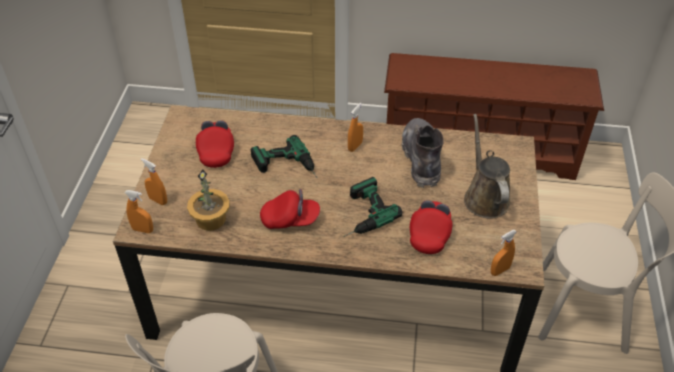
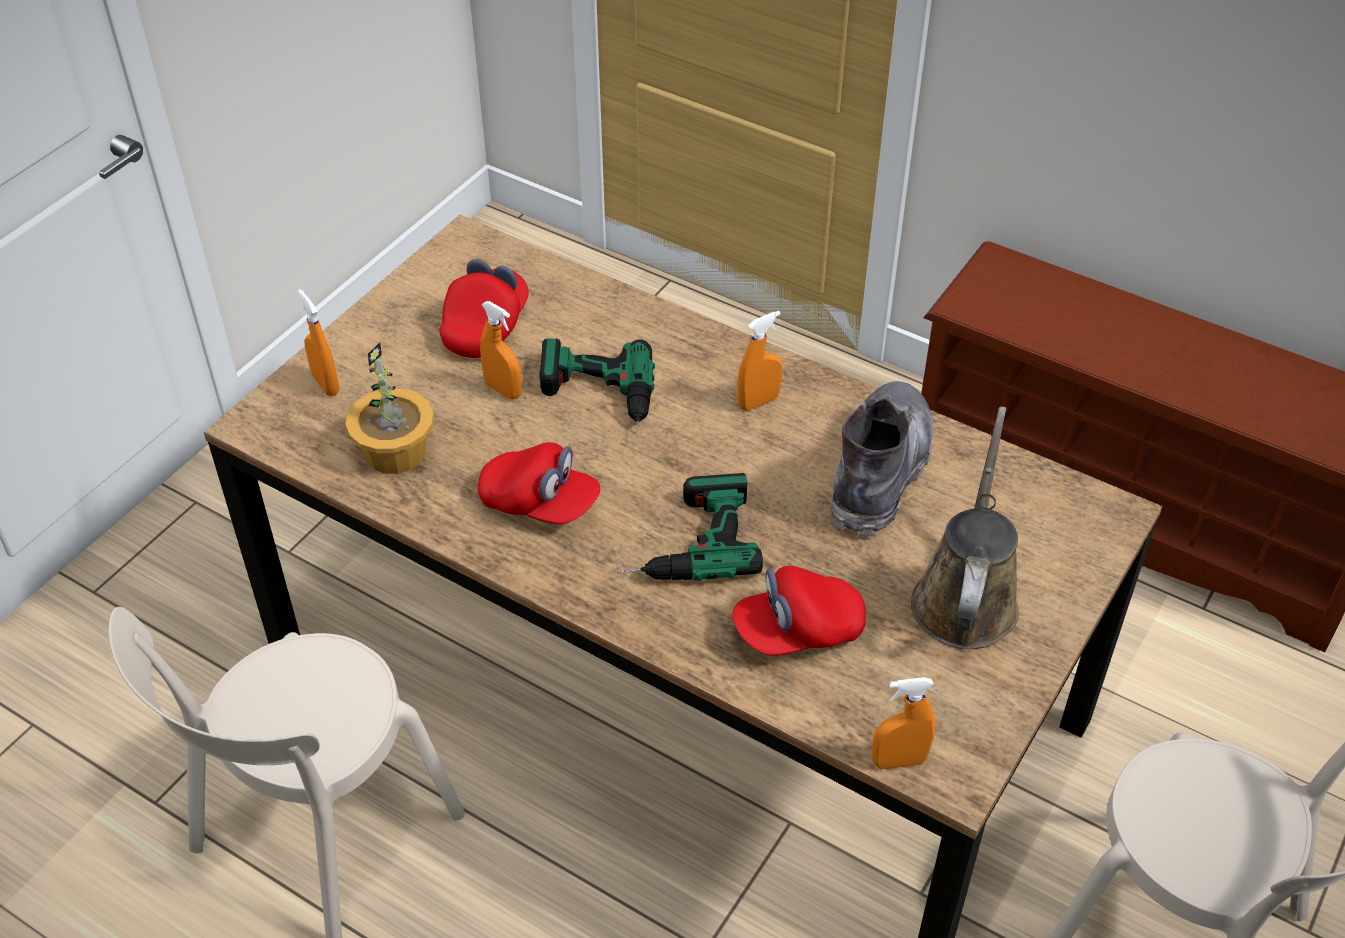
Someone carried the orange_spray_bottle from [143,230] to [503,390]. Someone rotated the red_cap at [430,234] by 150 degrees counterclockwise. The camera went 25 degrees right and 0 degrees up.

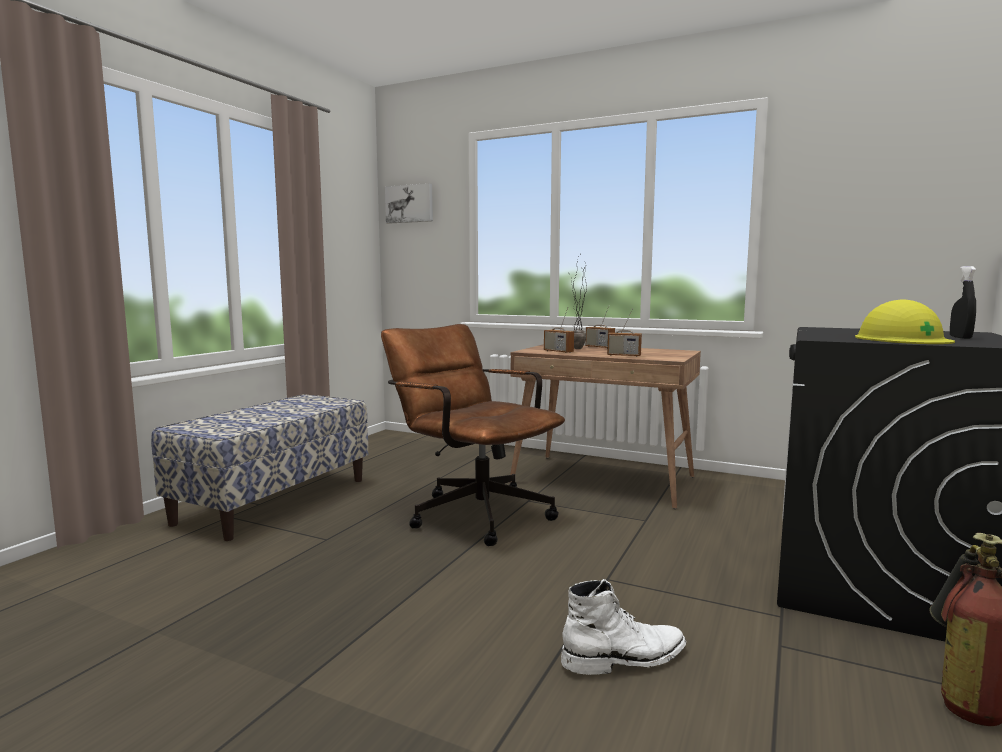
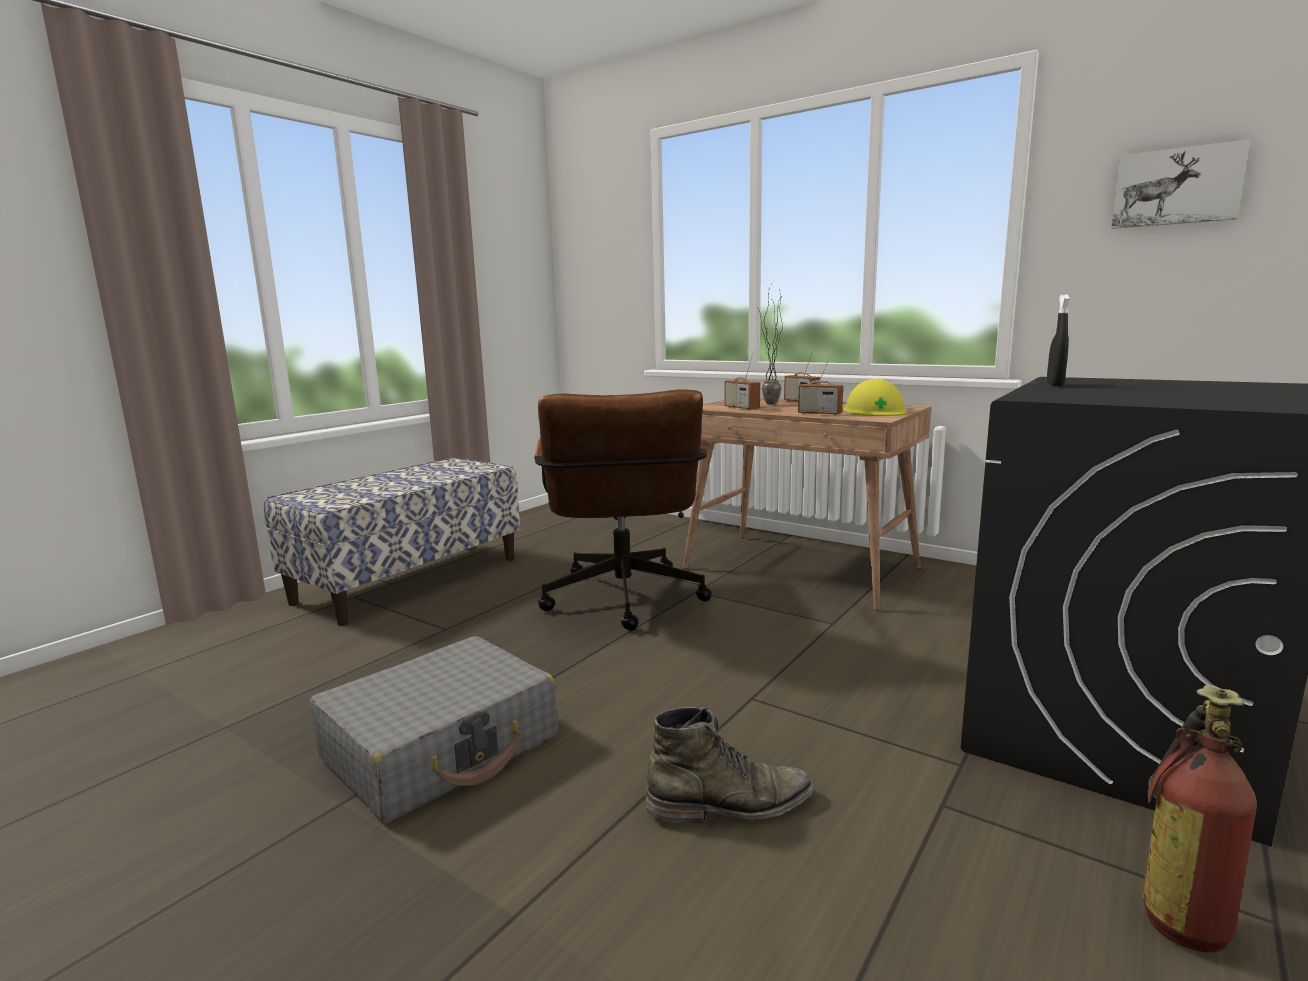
Someone carried the picture from [410,204] to [1177,187]. Someone carried the black_spray_bottle from [960,337] to [1055,385]. Someone carried the yellow_hard_hat from [902,339] to [875,410]. Someone rotated the brown_office_chair at [472,512] by 150 degrees counterclockwise. Someone repainted the white_boot at [625,658], which became the green_boot at [731,805]. Someone put down the grey_suitcase at [442,747]. The camera went 10 degrees right and 5 degrees up.

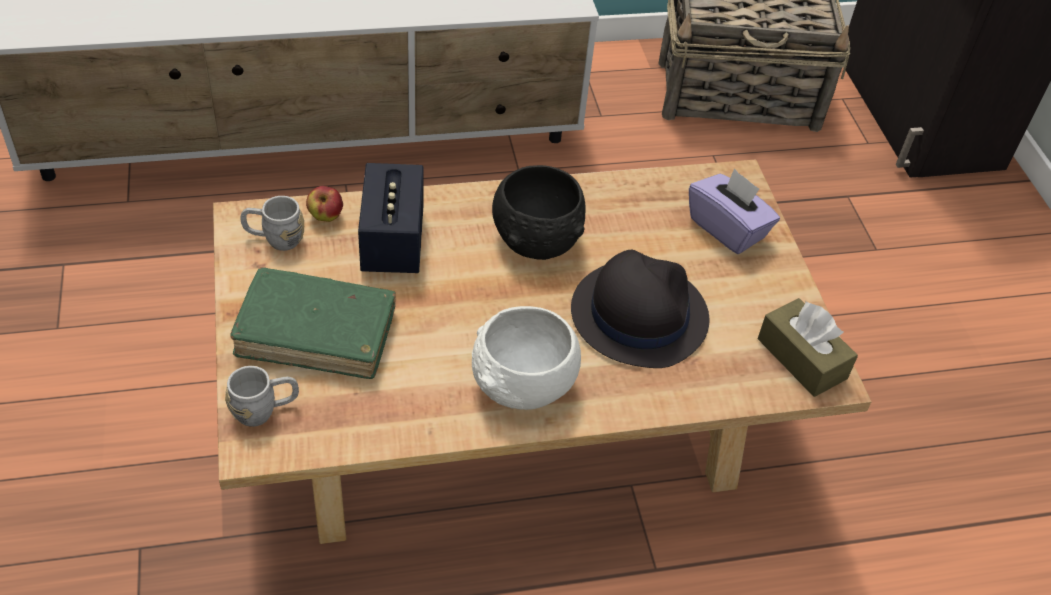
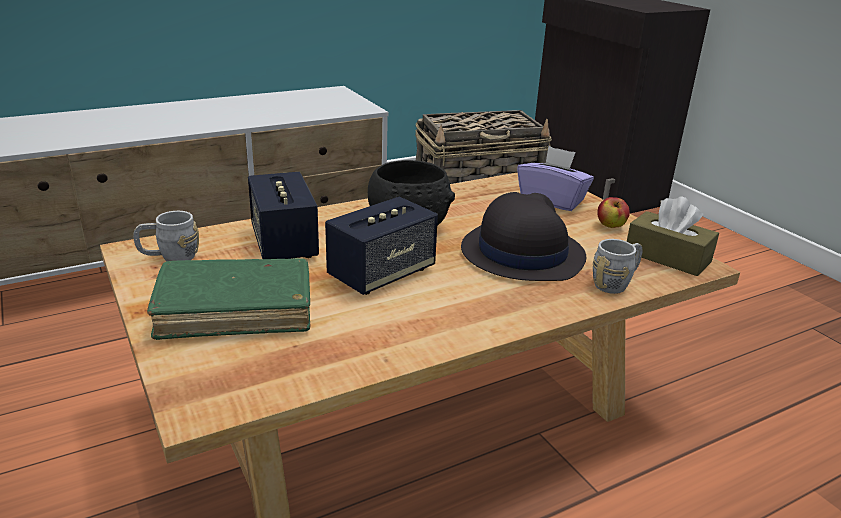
Someone carried the apple from [325,216] to [610,226]. Someone took away the white_bowl at [522,385]. Someone carried the grey_mug from [265,410] to [616,283]. Someone put down the speaker at [381,274]. The camera went 15 degrees left and 20 degrees down.

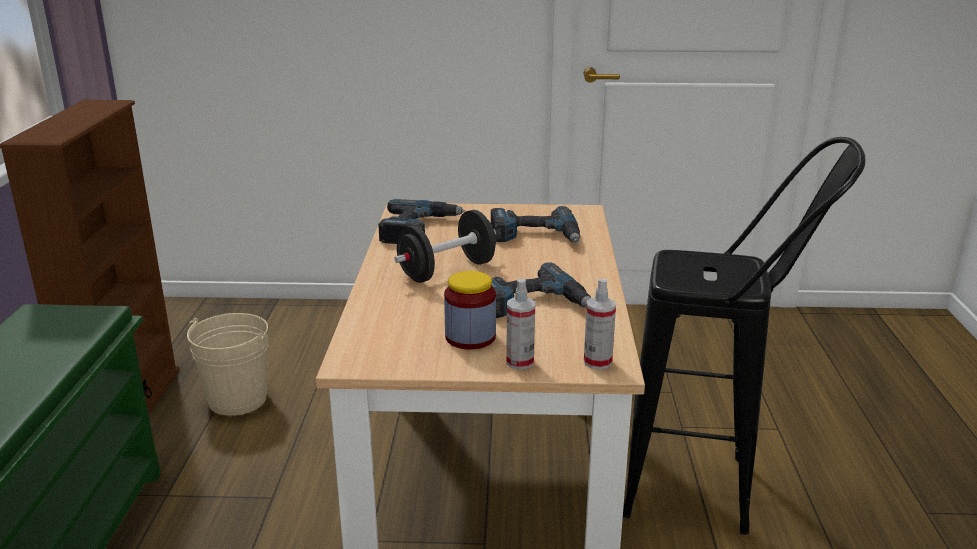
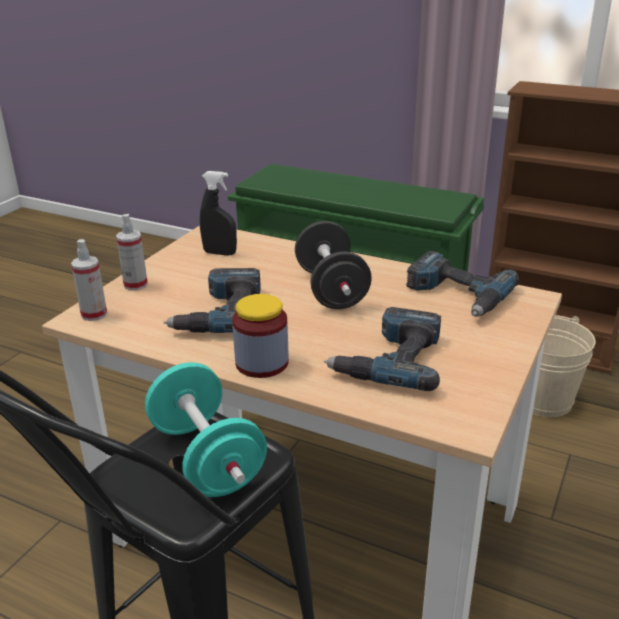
Someone carried the jar from [470,337] to [262,363]. Someone put down the black_spray_bottle at [220,253]. Someone put down the turquoise_dumbbell at [207,458]. The camera went 115 degrees right and 5 degrees up.

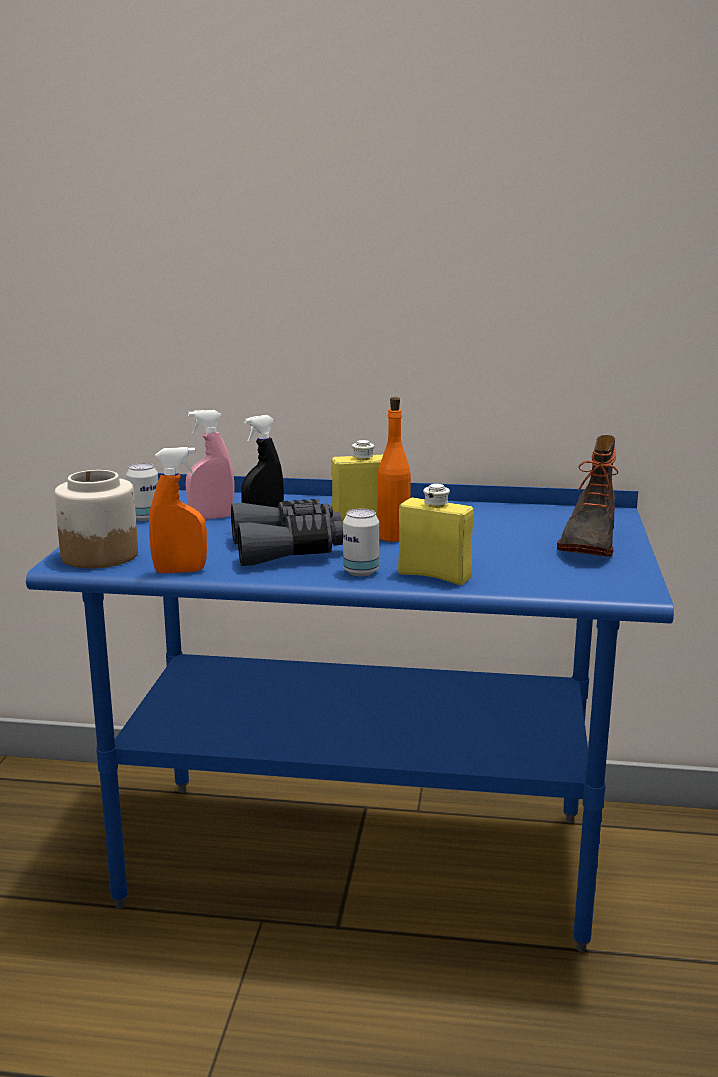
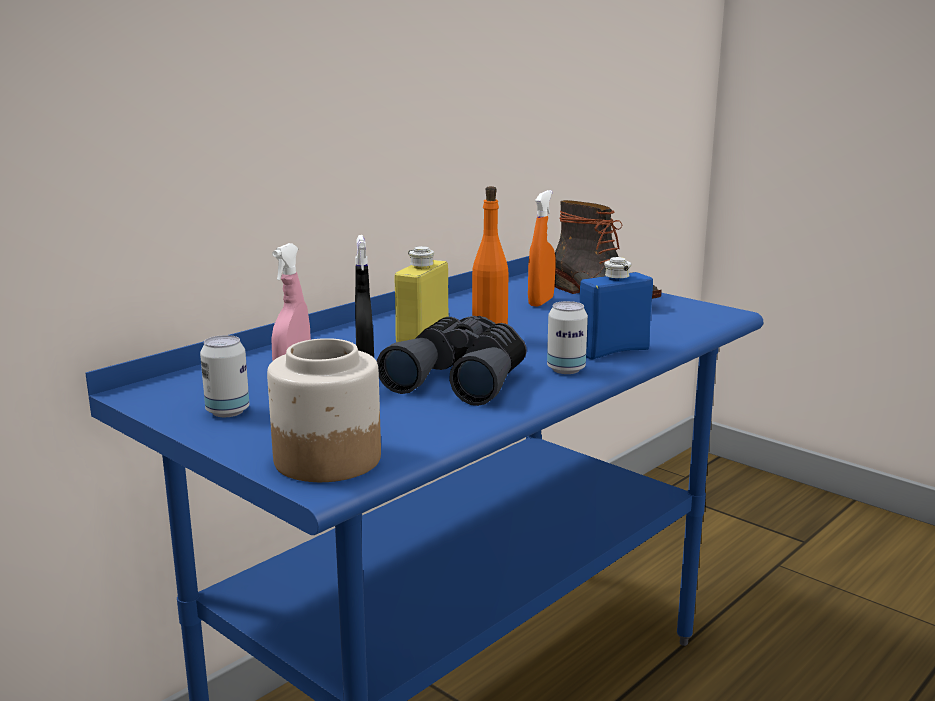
Someone carried the orange_spray_bottle from [180,571] to [541,302]. Someone repainted the yellow_bottle at [434,576], which became the blue_bottle at [613,351]. The camera went 55 degrees left and 0 degrees up.

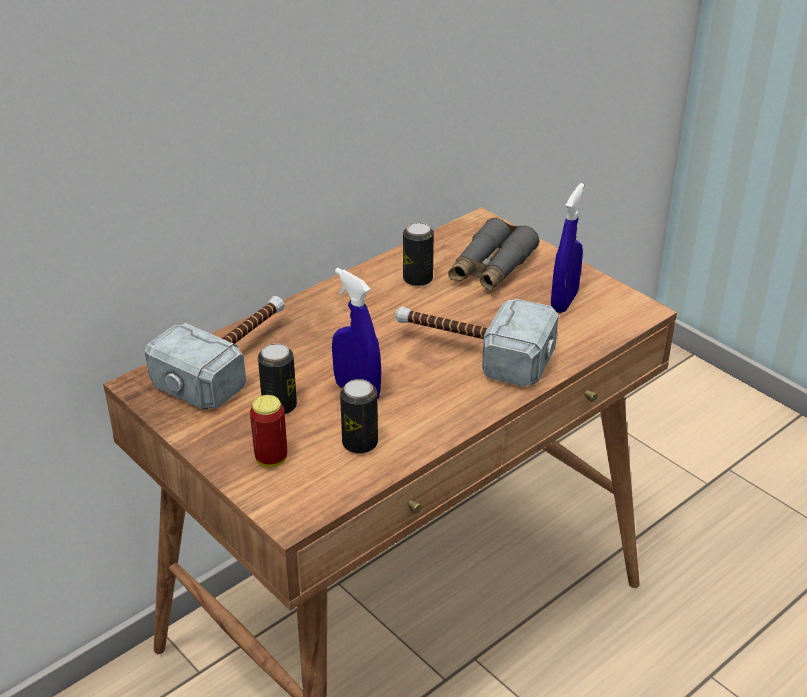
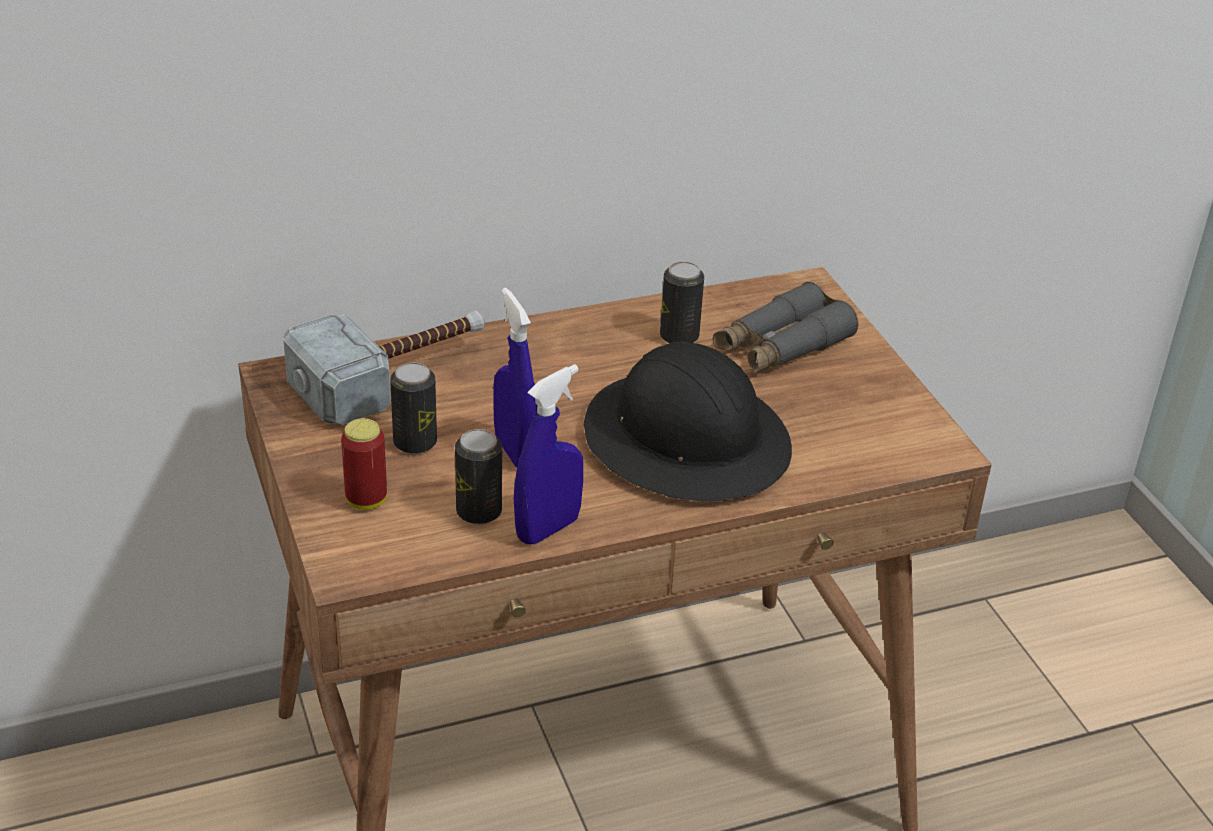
Someone carried the blue_spray_bottle from [564,302] to [548,529]. Someone swapped the hammer at [471,351] for the black_hard_hat at [687,441]. The camera went 20 degrees right and 0 degrees up.

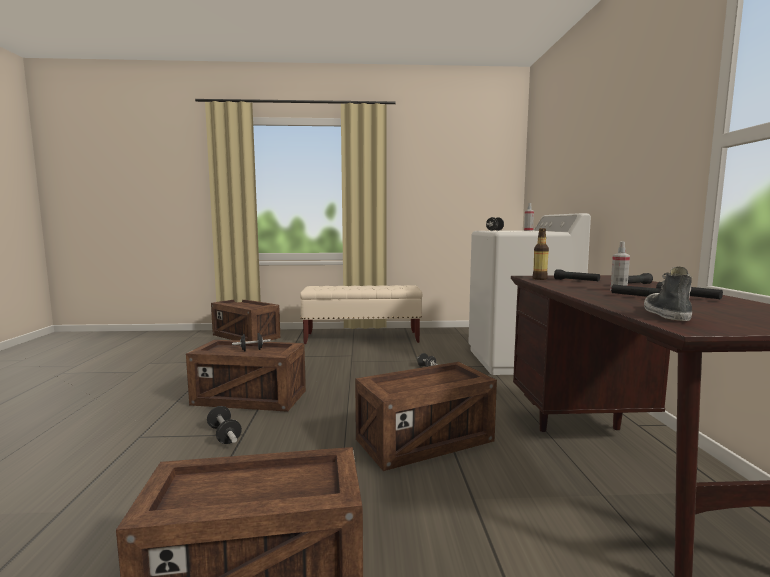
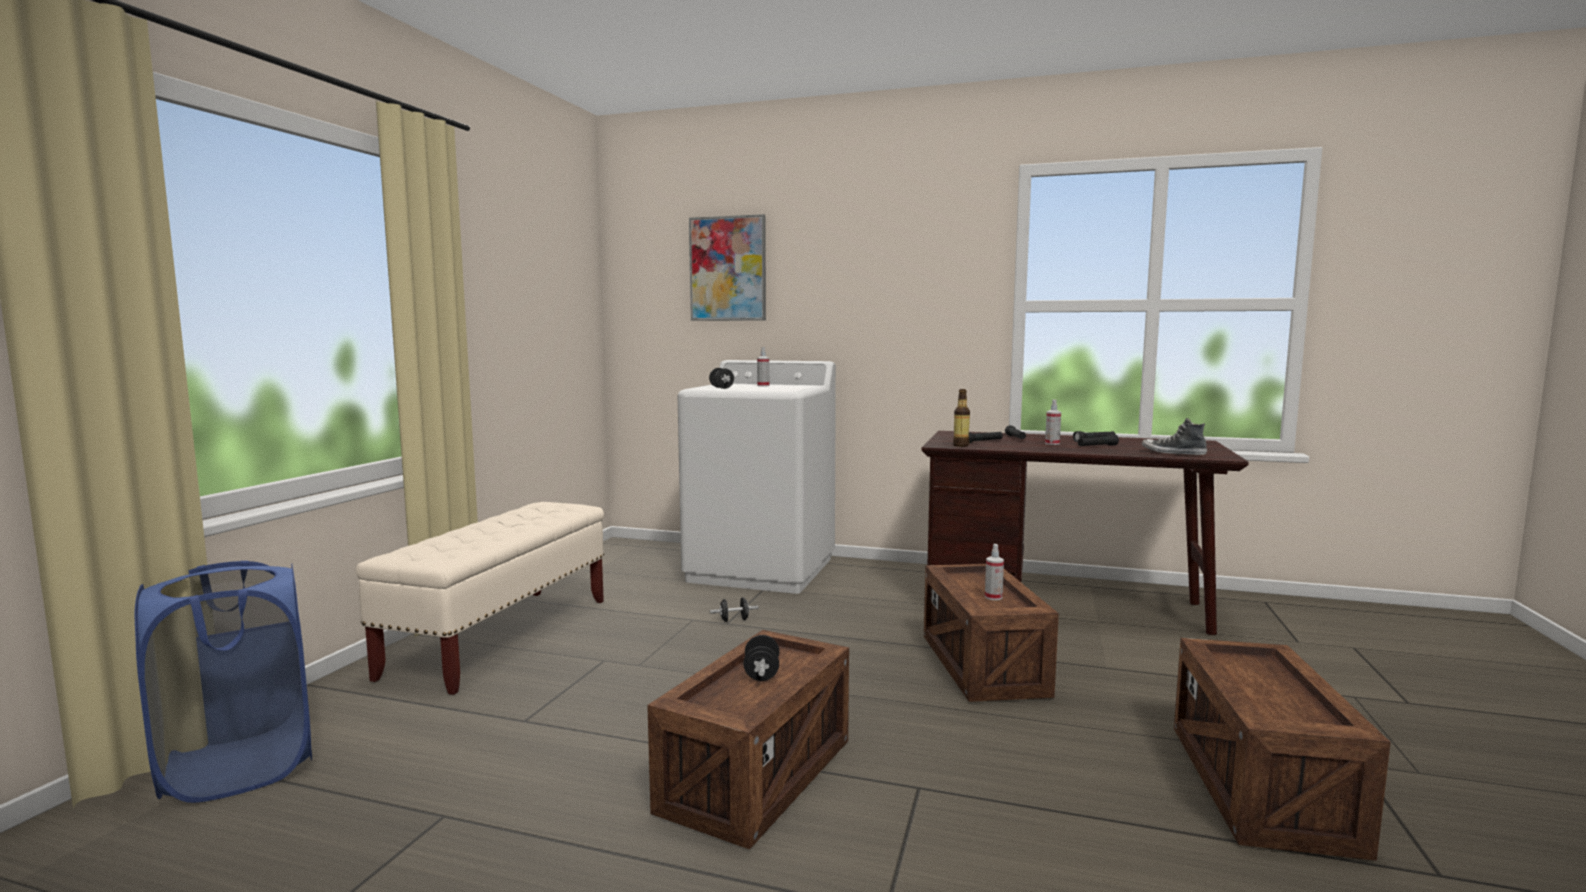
Someone swapped the crate at [246,337] for the blue_laundry_basket at [239,767]. Someone took away the dumbbell at [224,435]. Someone put up the picture at [728,269]. Someone put down the spray_bottle at [993,597]. The camera went 70 degrees left and 0 degrees up.

